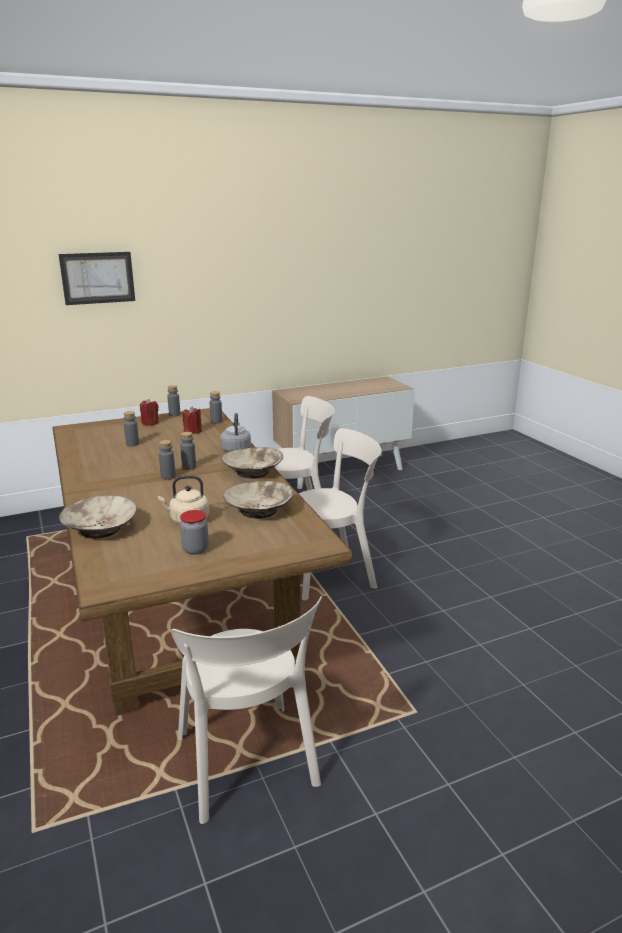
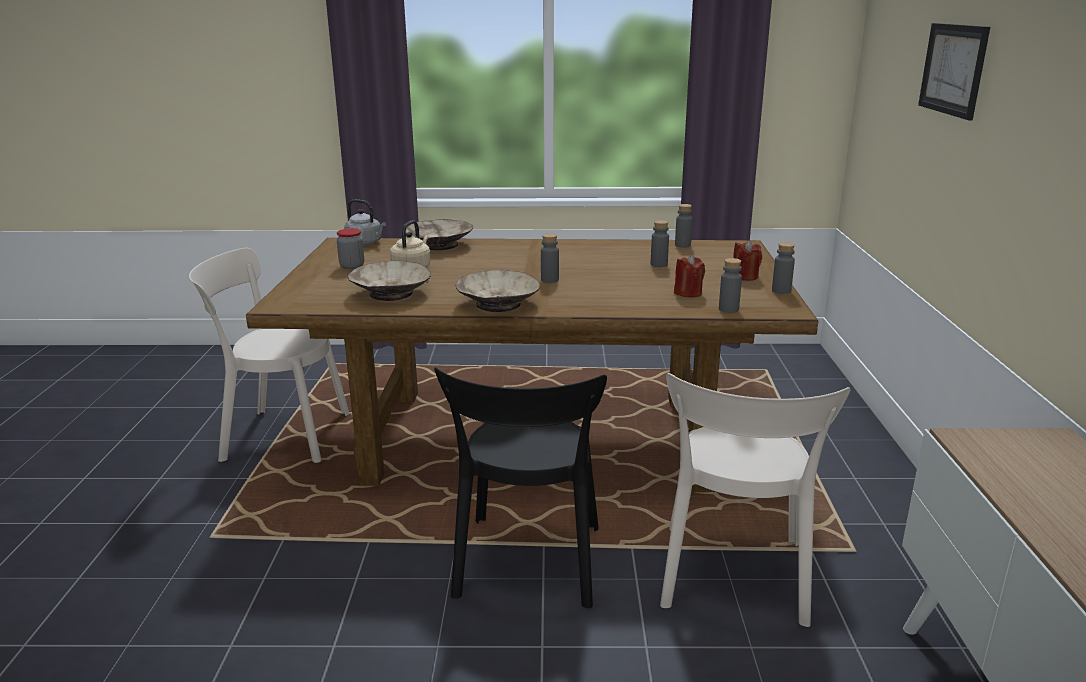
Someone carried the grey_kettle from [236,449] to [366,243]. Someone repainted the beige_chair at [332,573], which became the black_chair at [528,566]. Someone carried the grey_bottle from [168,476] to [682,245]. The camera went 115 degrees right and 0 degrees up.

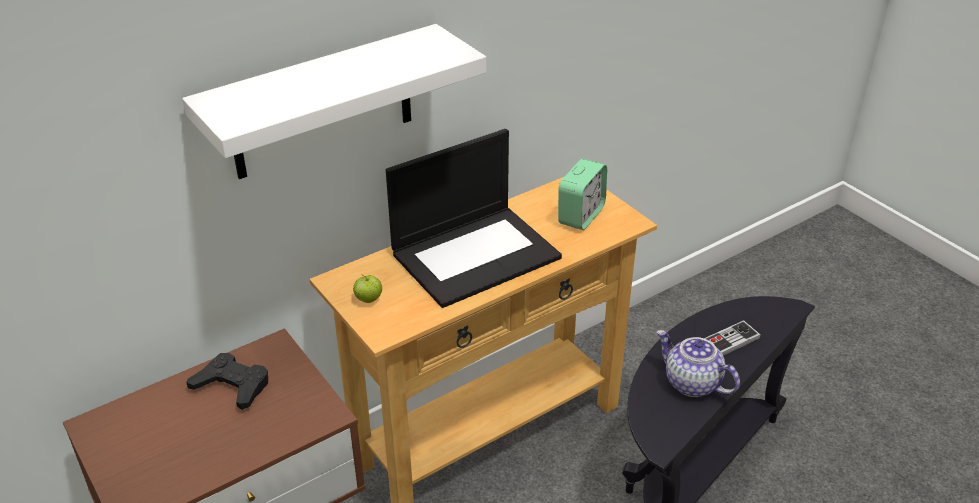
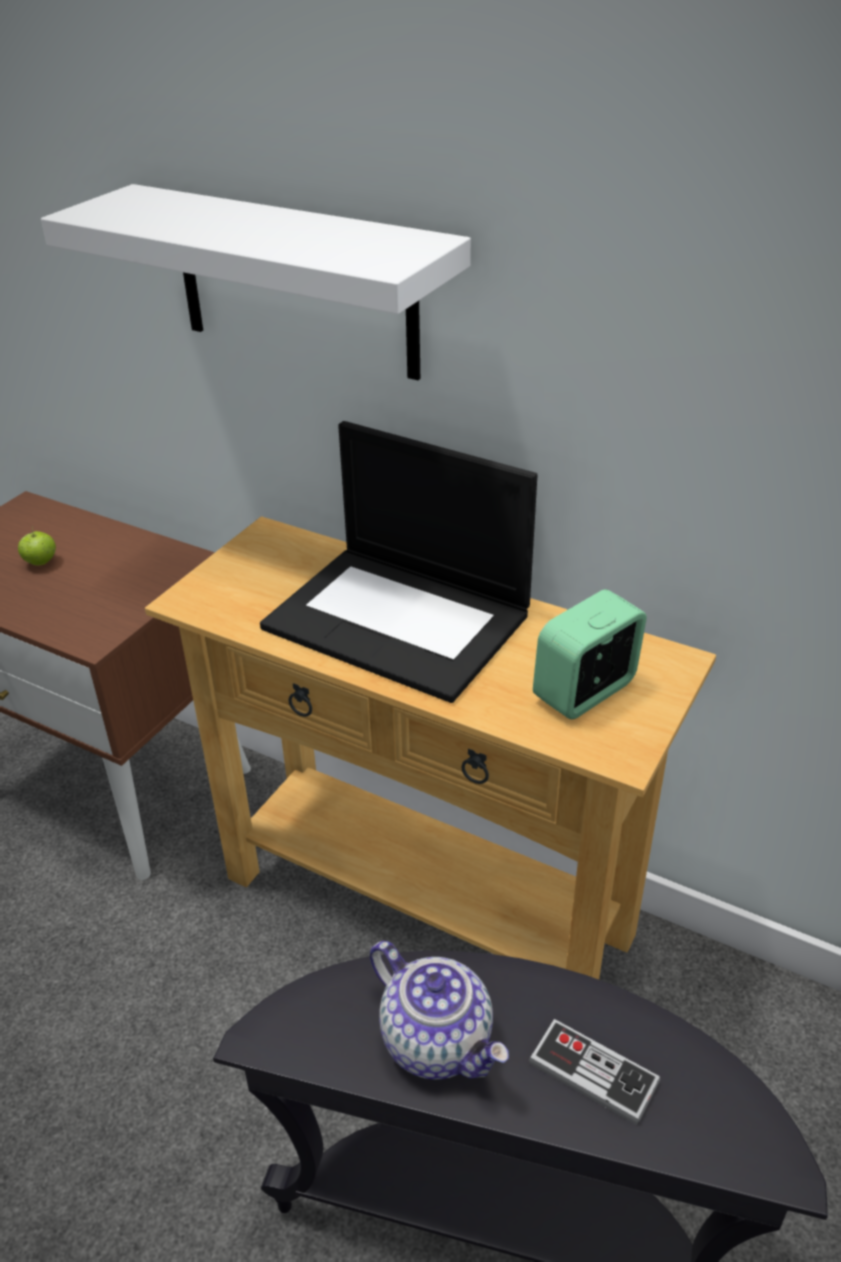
Someone rotated the alarm_clock at [581,216] by 135 degrees clockwise. Someone carried the apple from [368,299] to [41,563]. Someone rotated the teapot at [691,383] by 120 degrees clockwise. Someone took away the black_game_controller at [232,386]. The camera went 65 degrees right and 0 degrees up.

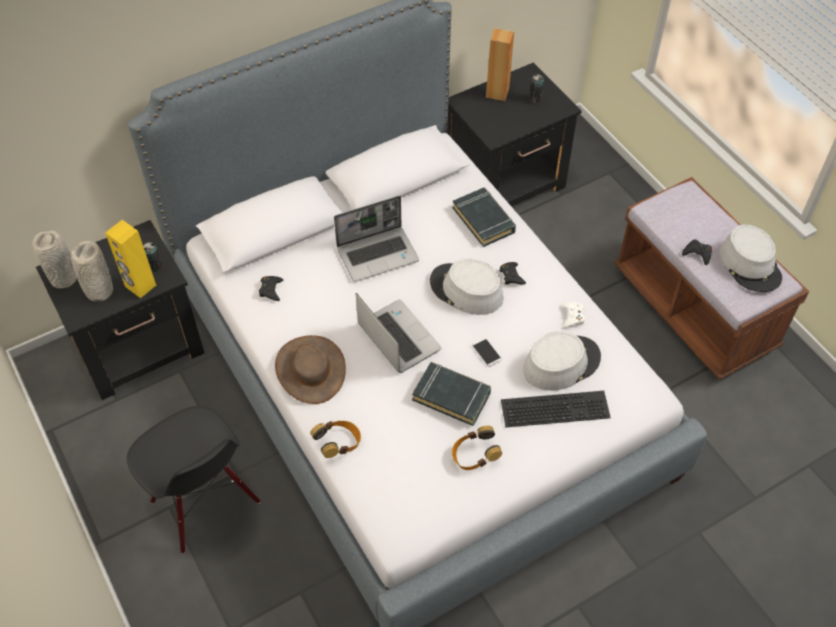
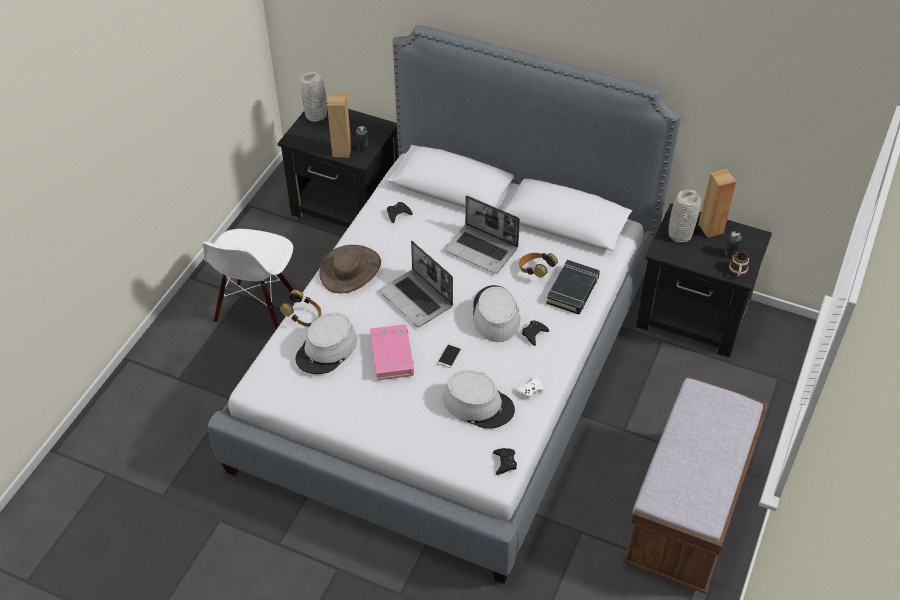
Someone repainted the yellow_speaker at [140,286], which became the brown_speaker at [341,151]. Someone carried the grey_hat from [750,264] to [327,349]. Someone carried the black_game_controller from [697,253] to [505,462]. Someone carried the grey_vase from [99,291] to [679,234]. Someone rotated the laptop at [397,337] by 120 degrees clockwise. Someone repainted the black_book at [451,396], which became the pink_book at [392,355]. Someone took away the keyboard at [556,407]. Someone repainted the black_chair at [204,503], which became the white_chair at [257,310]. Someone carried the headphones from [474,456] to [535,271]. Someone put down the mug at [737,271]. The camera went 55 degrees right and 5 degrees down.

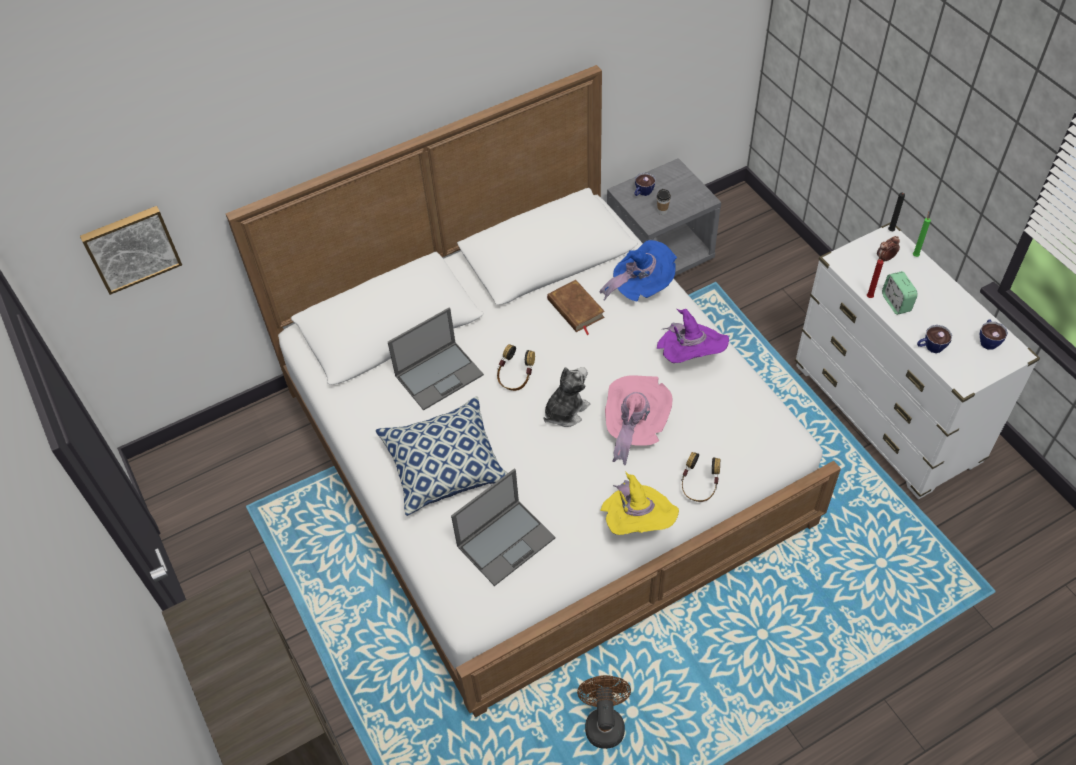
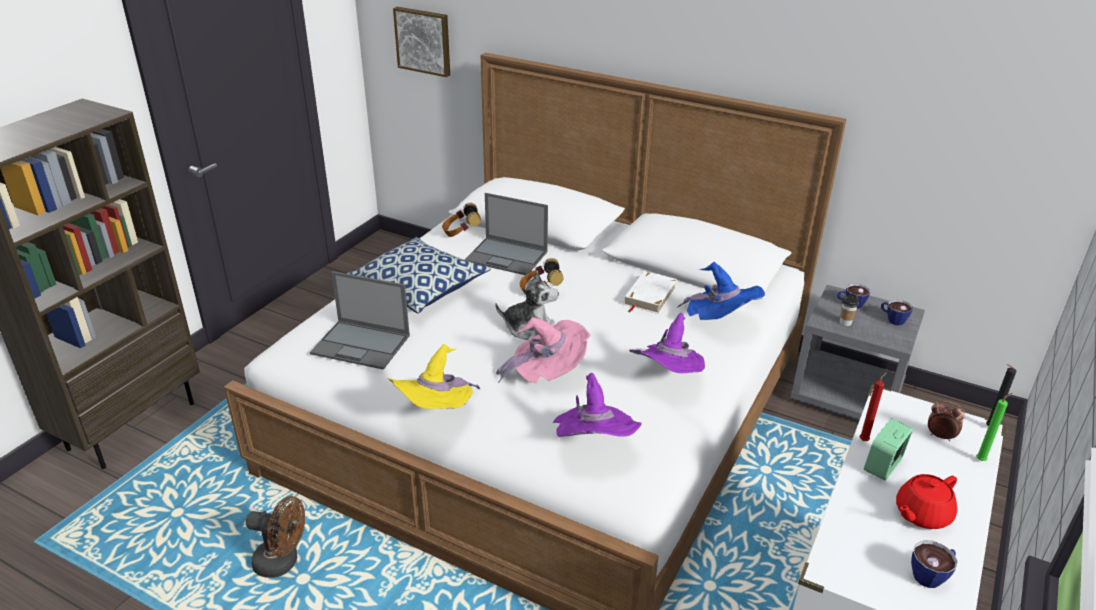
Someone repainted the brown_book at [575,309], which became the white_book at [649,296]. Someone carried the cup from [930,347] to [892,319]. Someone carried the headphones from [699,487] to [461,233]. Someone rotated the brown_fan at [604,722] by 45 degrees clockwise. Someone put down the purple_hat at [593,445]. Someone put down the red_teapot at [921,514]. The camera went 55 degrees right and 20 degrees down.

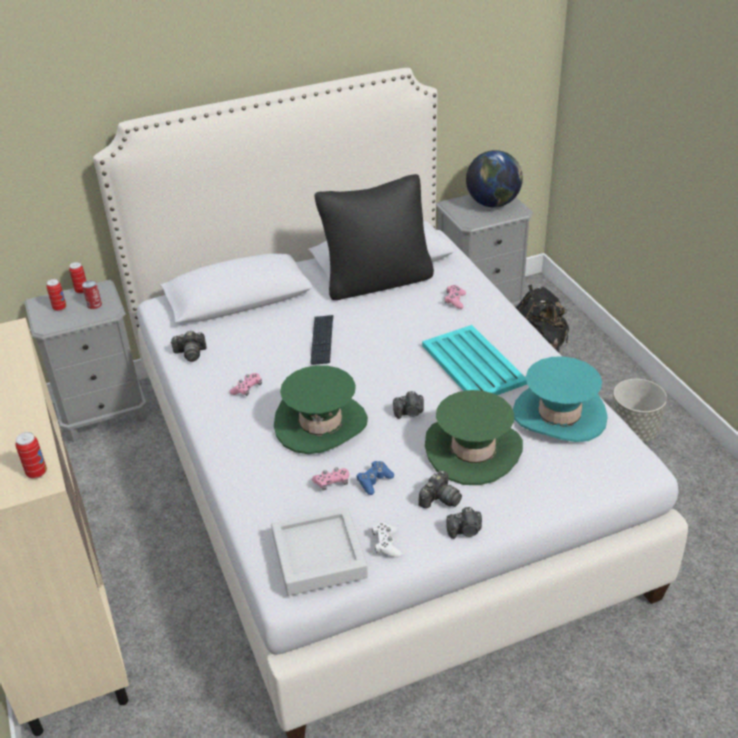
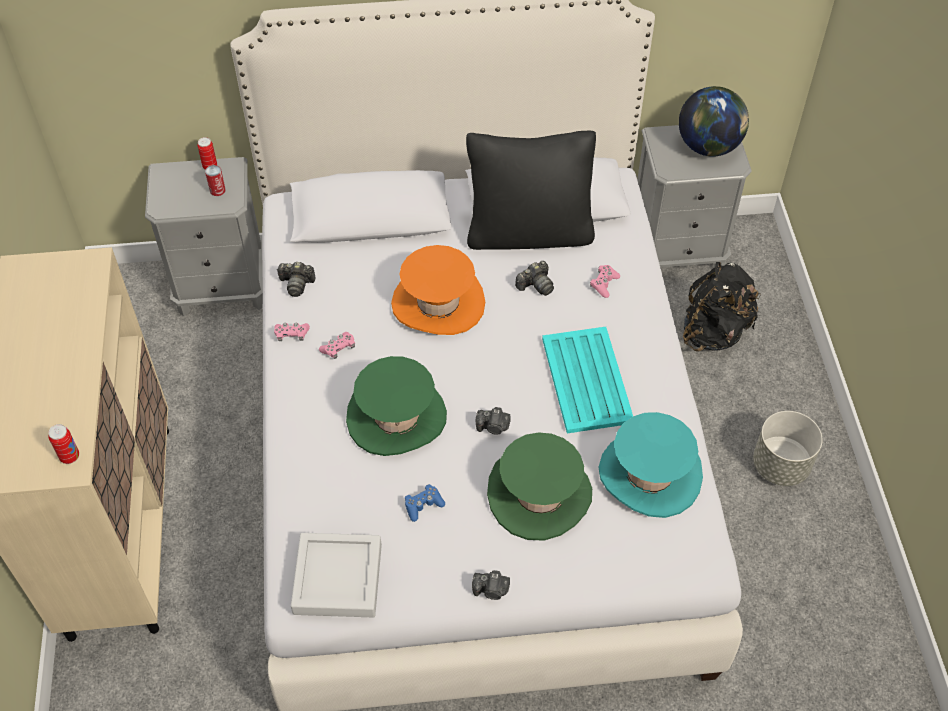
Someone took away the can at [60,308]. Someone swapped the keyboard at [322,340] for the orange_hat at [438,303]. Someone carried the pink_game_controller from [332,482] to [291,334]. Someone carried the photo_camera from [439,499] to [535,285]. Someone took away the white_game_controller at [386,544]. The camera went 15 degrees right and 15 degrees up.

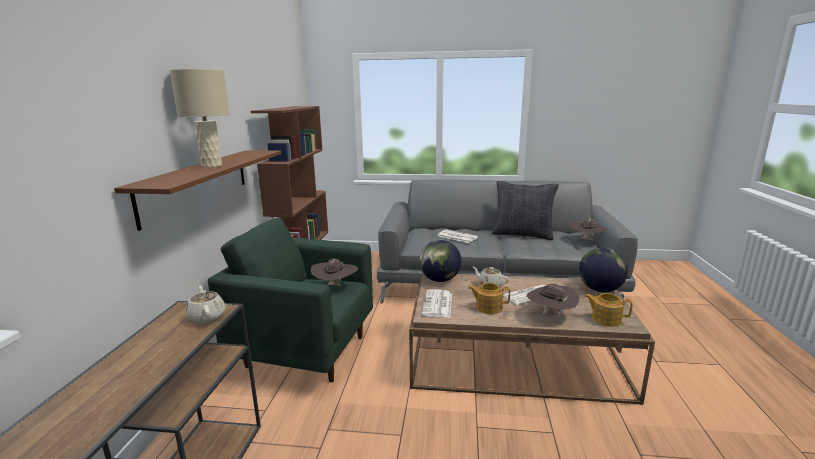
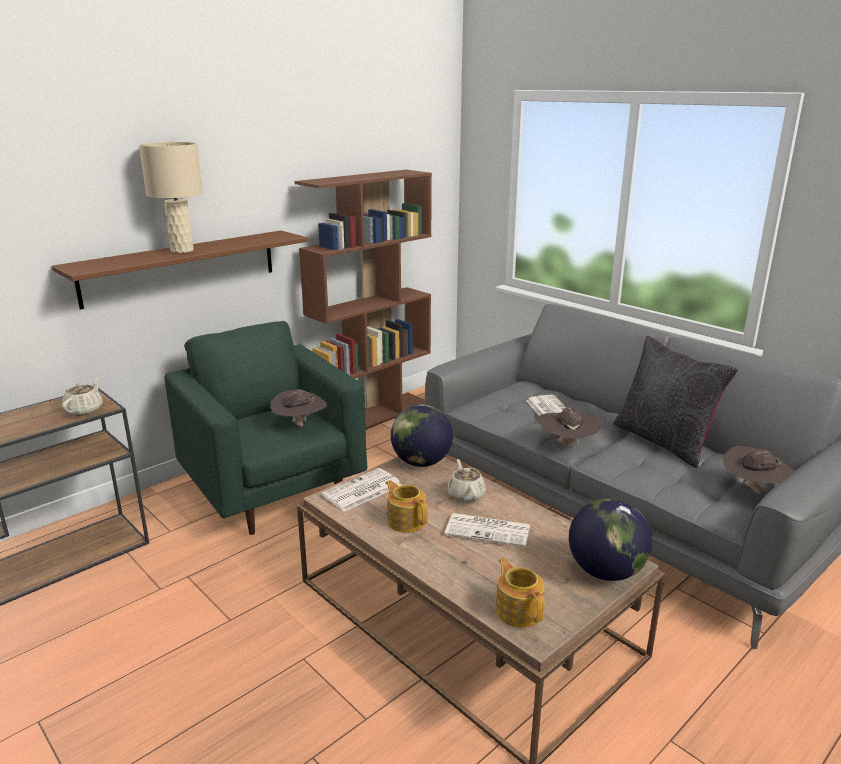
Someone carried the brown_hat from [550,315] to [567,445]. The camera went 40 degrees right and 5 degrees up.

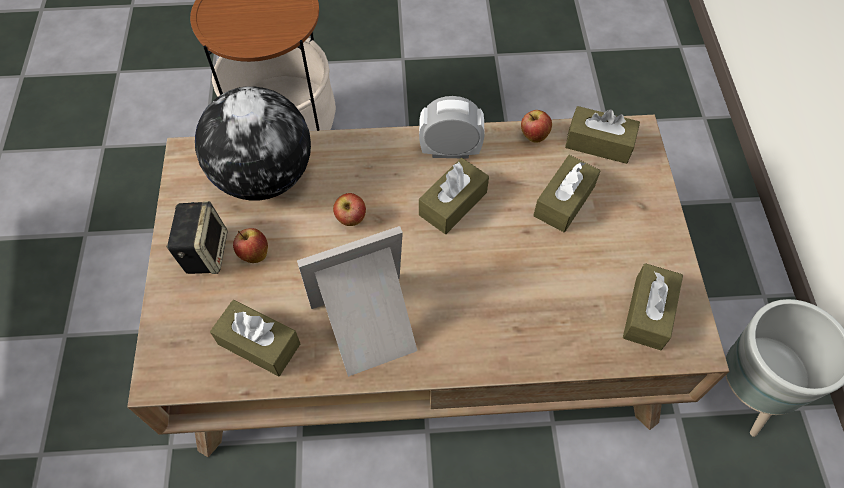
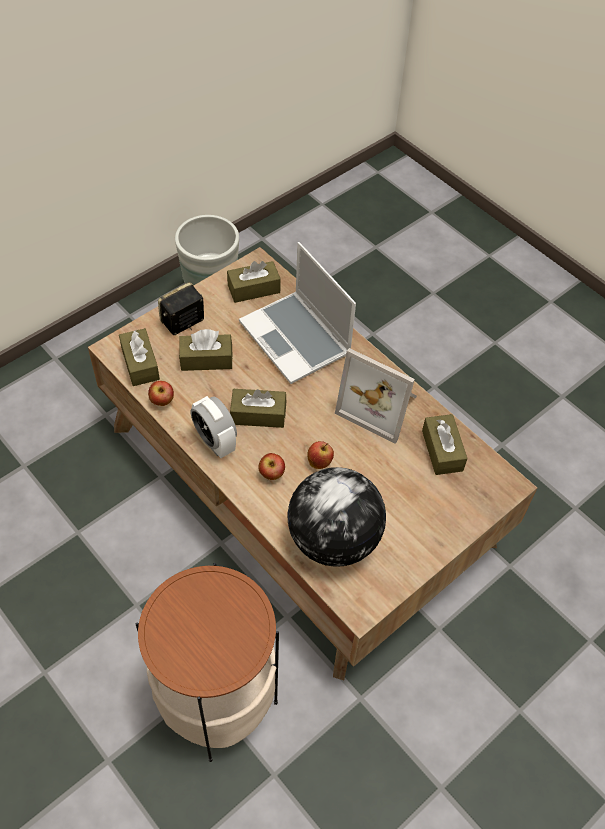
Someone carried the speaker from [205,251] to [182,323]. Someone carried the apple from [254,254] to [271,474]. Someone put down the laptop at [297,339]. The camera went 130 degrees left and 5 degrees down.

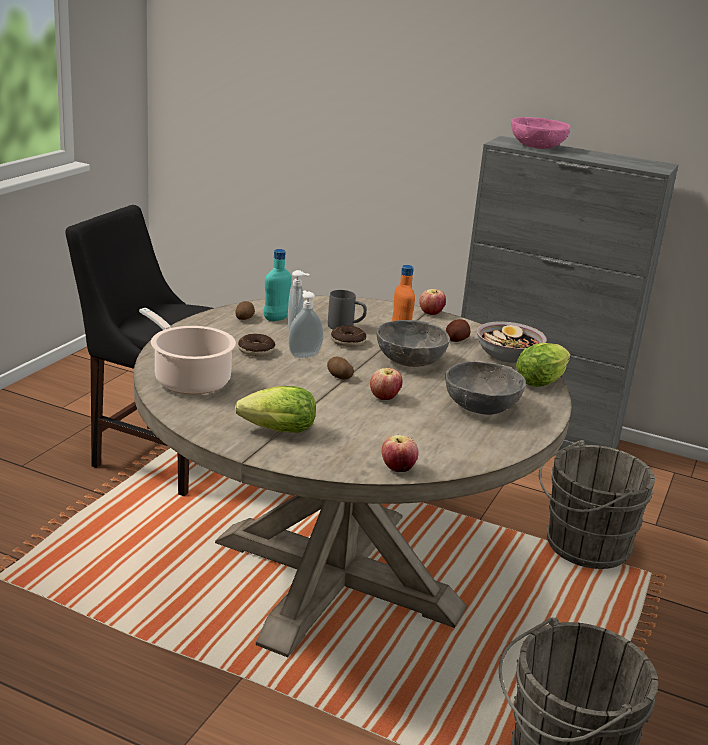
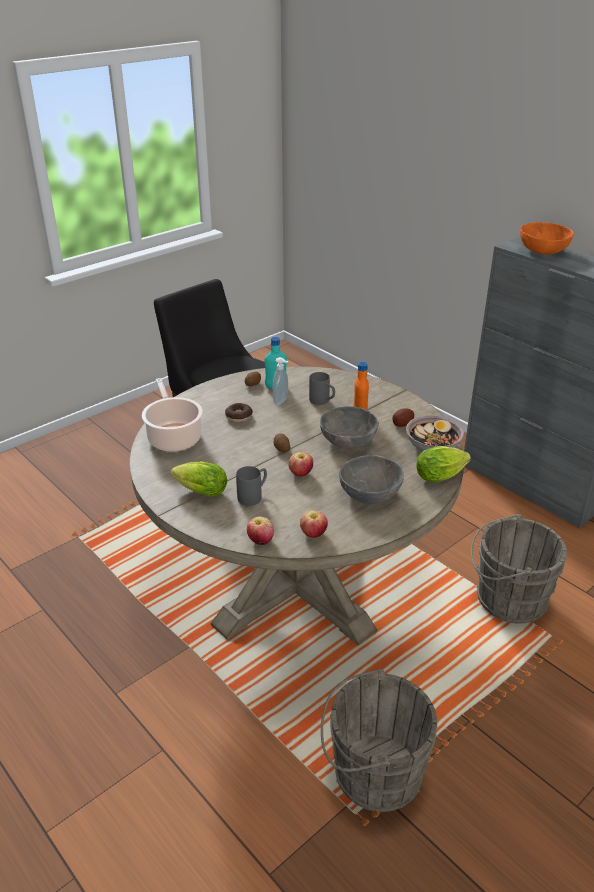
Someone repainted the pink_bowl at [537,146], which became the orange_bowl at [543,250]. Someone carried the apple from [431,313] to [313,534]. Someone took away the soap_dispenser at [304,355]. Someone took away the donut at [348,342]. Someone put down the grey_mug at [253,496]. The camera went 25 degrees right and 10 degrees up.

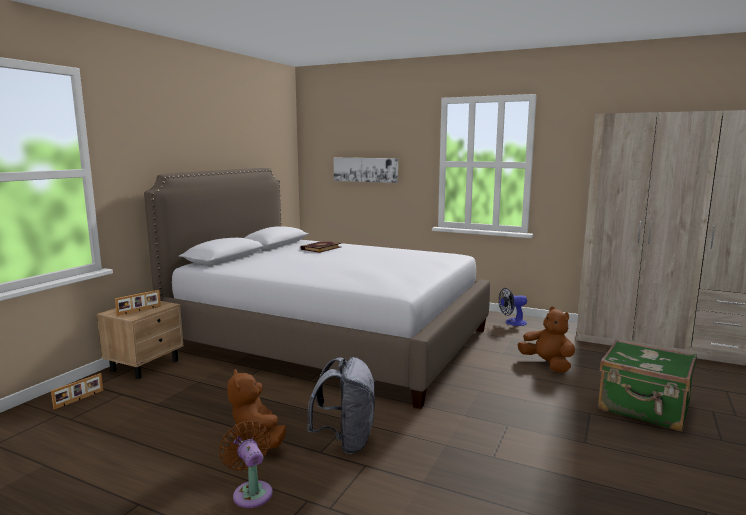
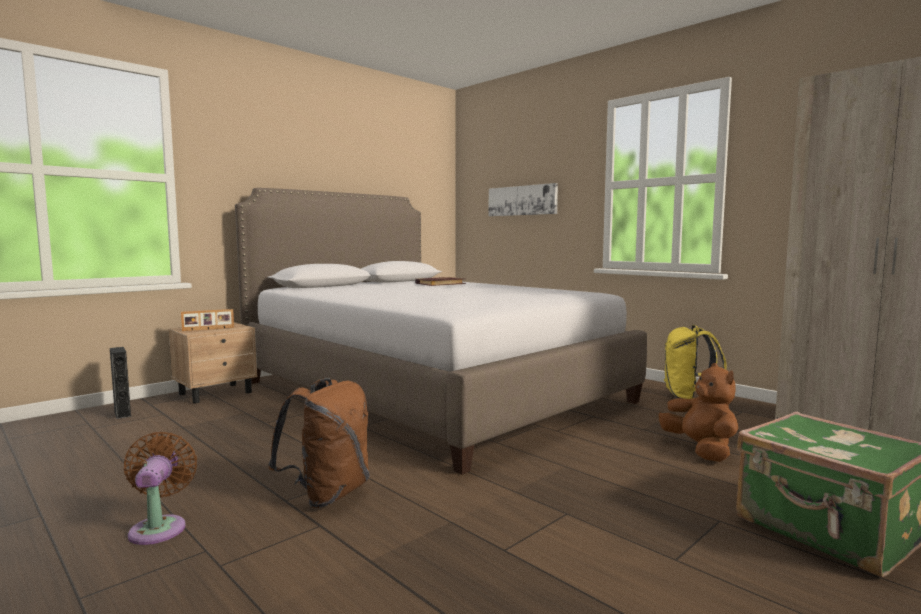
Someone swapped the fan at [512,323] for the yellow_backpack at [689,398]. Someone repainted the grey_backpack at [345,441], which became the brown_backpack at [328,494]. Someone took away the brown_plush_toy at [257,440]. Someone swapped the picture_frame at [79,399] for the black_speaker at [122,413]. The camera went 20 degrees right and 5 degrees down.

